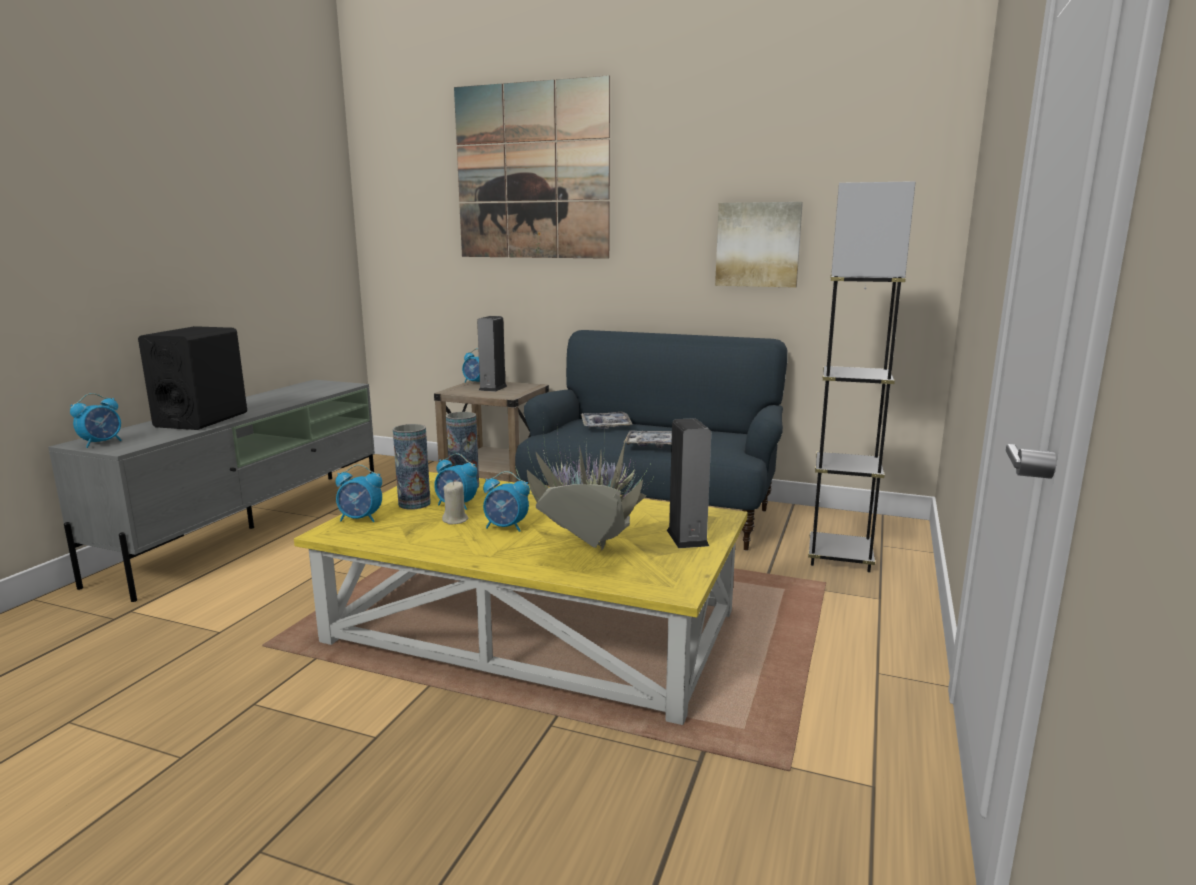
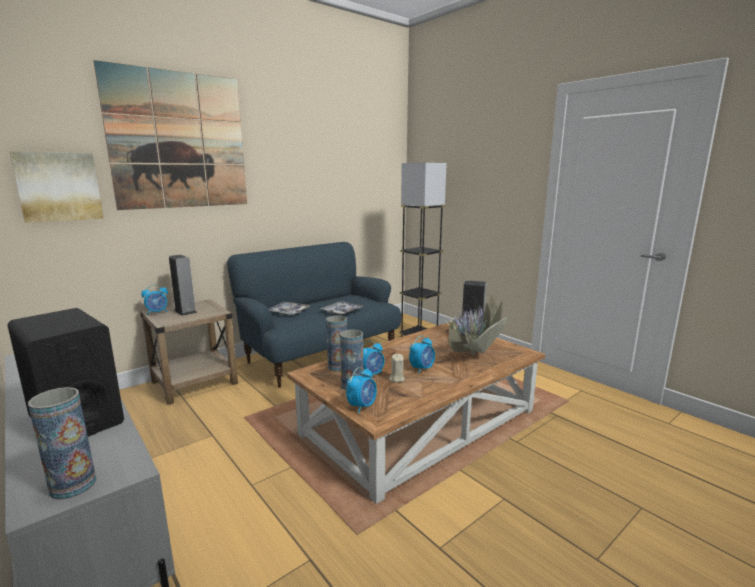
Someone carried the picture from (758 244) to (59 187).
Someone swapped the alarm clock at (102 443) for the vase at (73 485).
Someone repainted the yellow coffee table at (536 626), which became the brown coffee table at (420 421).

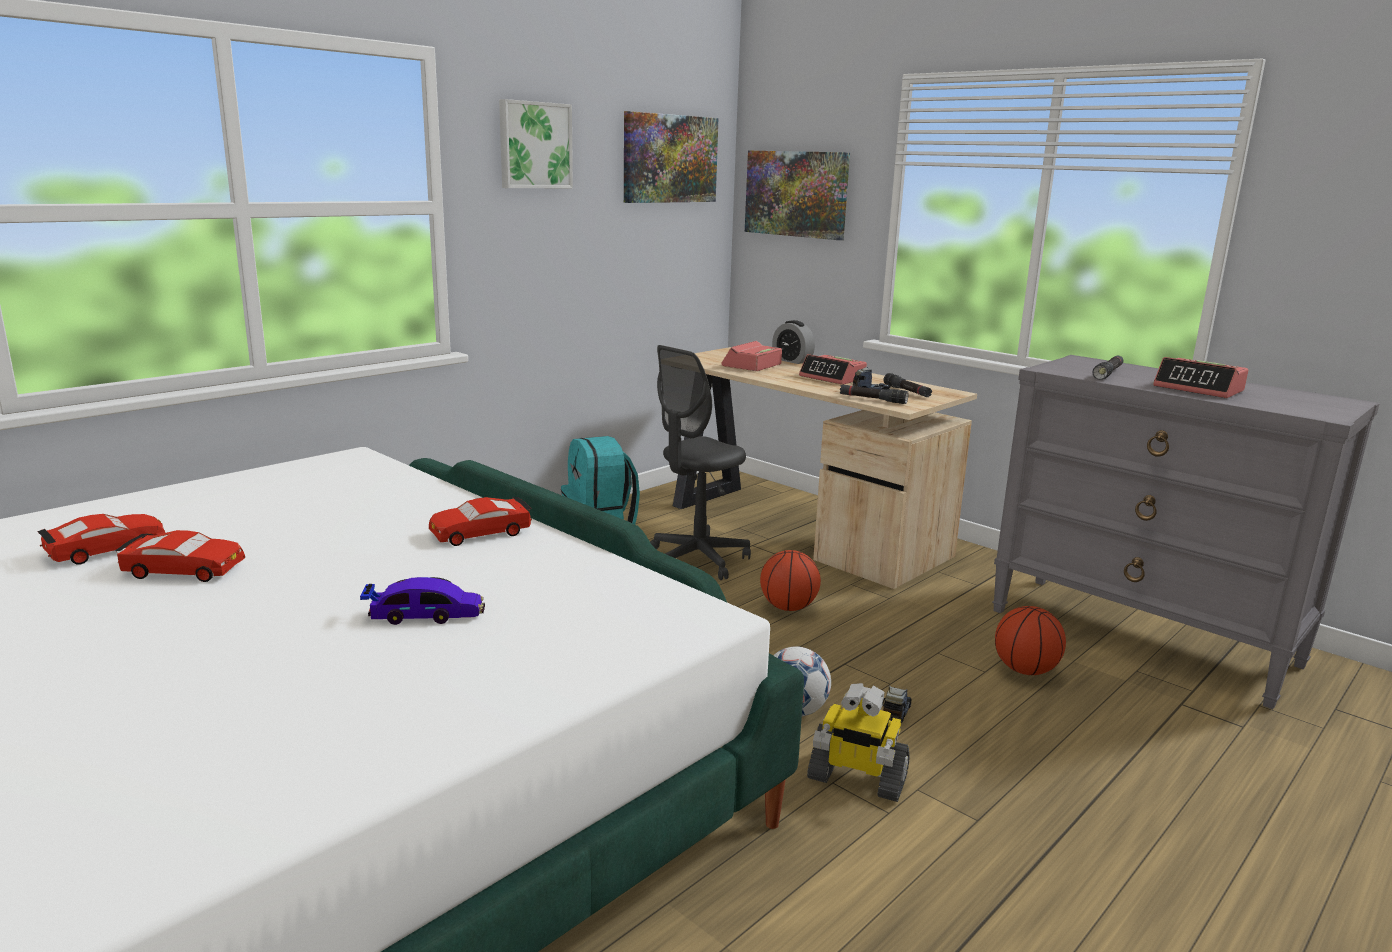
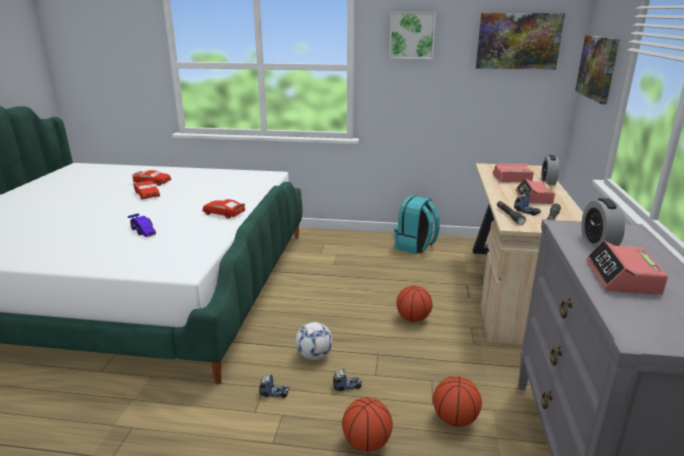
Someone took away the grey office chair at (697 560).
Someone put down the basketball at (366 443).
Someone swapped the toy robot at (856 778) for the toy truck at (274 393).
Someone swapped the black flashlight at (1108 373) for the alarm clock at (598 243).

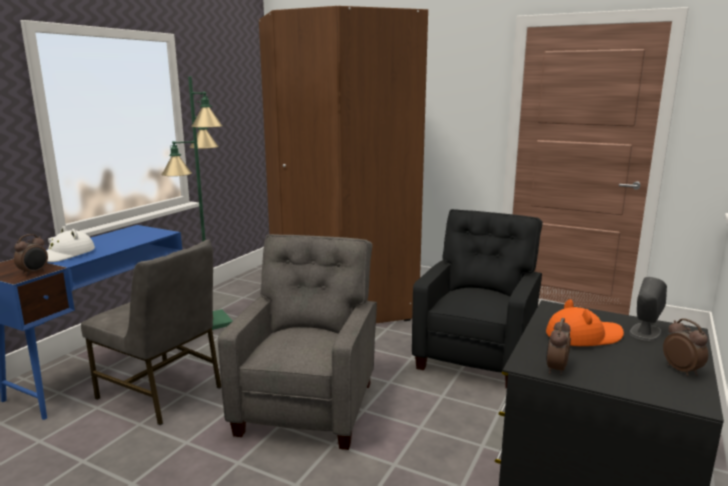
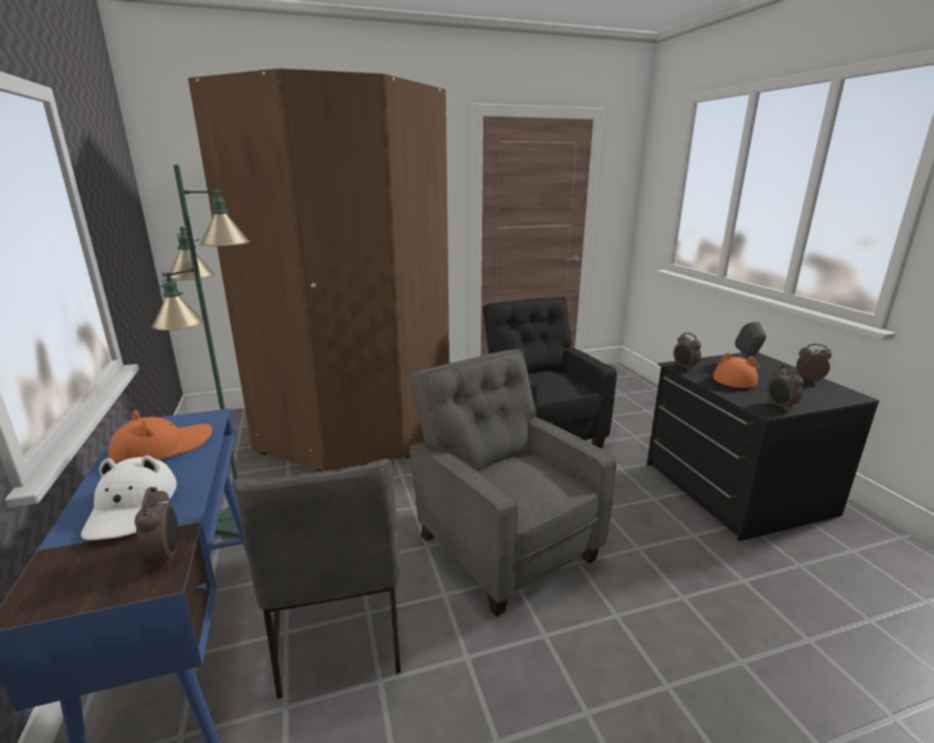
Someone put down the orange hat at (162 448).
Someone put down the alarm clock at (684 368).
Someone rotated the grey chair at (162 392) by 90 degrees clockwise.

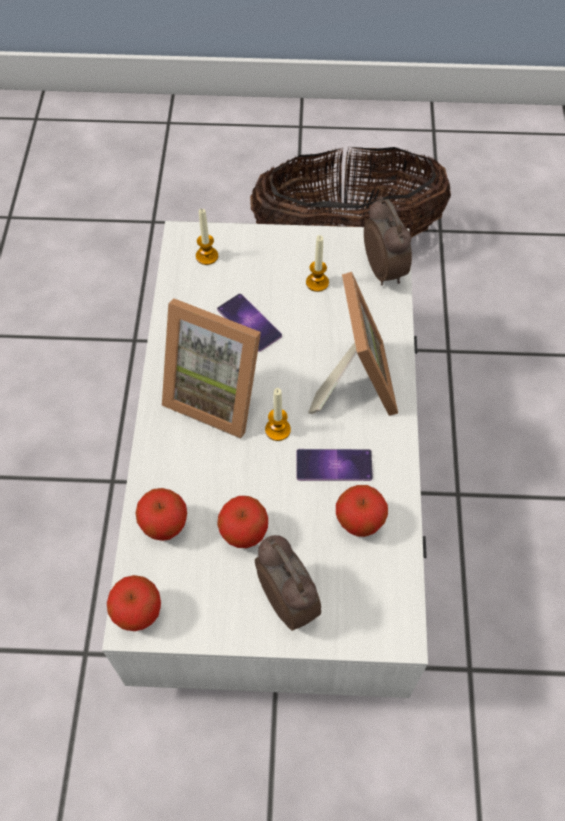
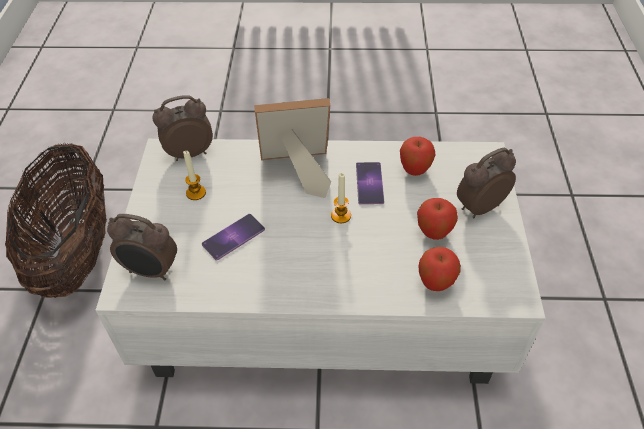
Someone took away the apple at (139 614).
Someone took away the picture frame at (218 394).
Someone swapped the candle at (207 256) for the alarm clock at (151 271).

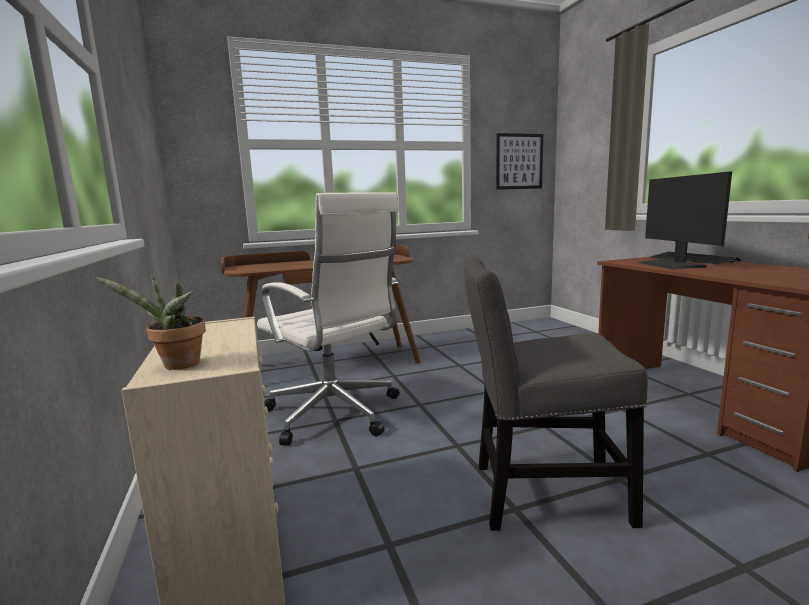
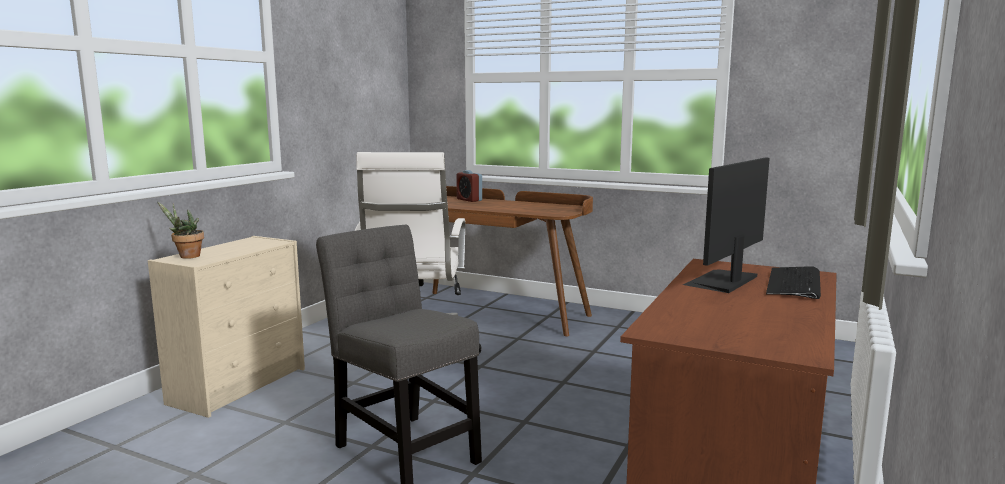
Someone took away the picture at (519 161).
Someone put down the alarm clock at (469 200).

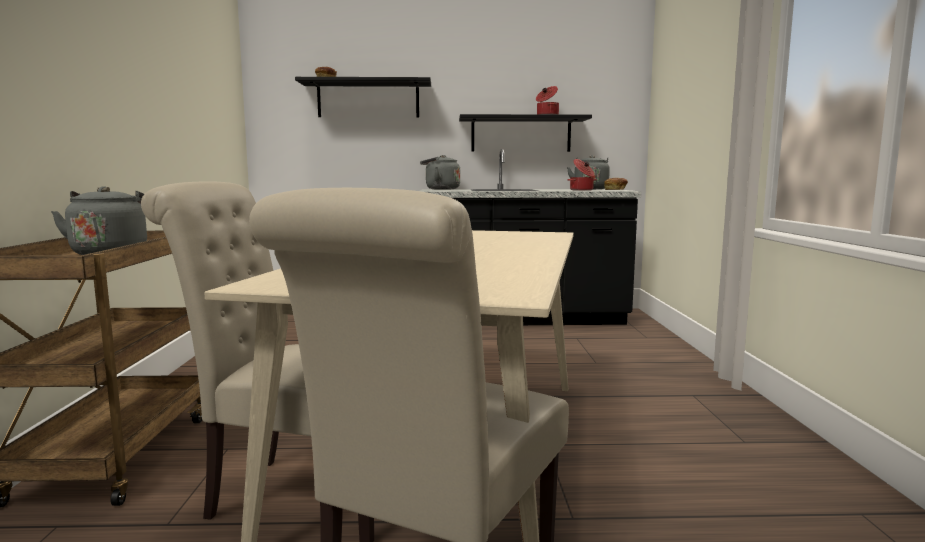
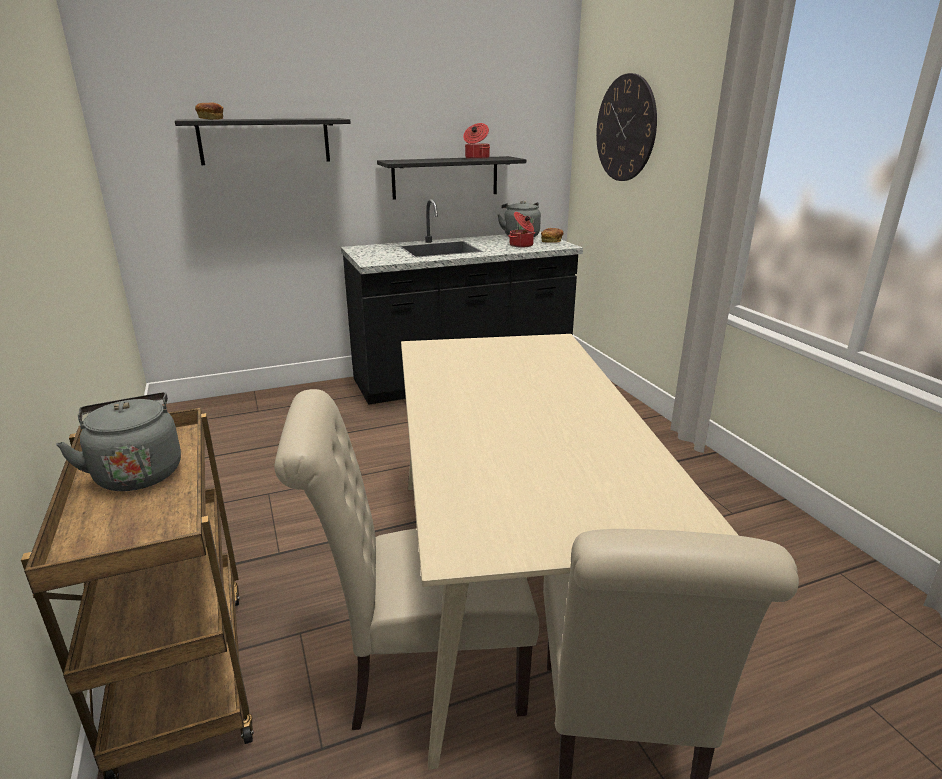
Someone took away the grey kettle at (440 189).
Someone put up the wall clock at (625 128).

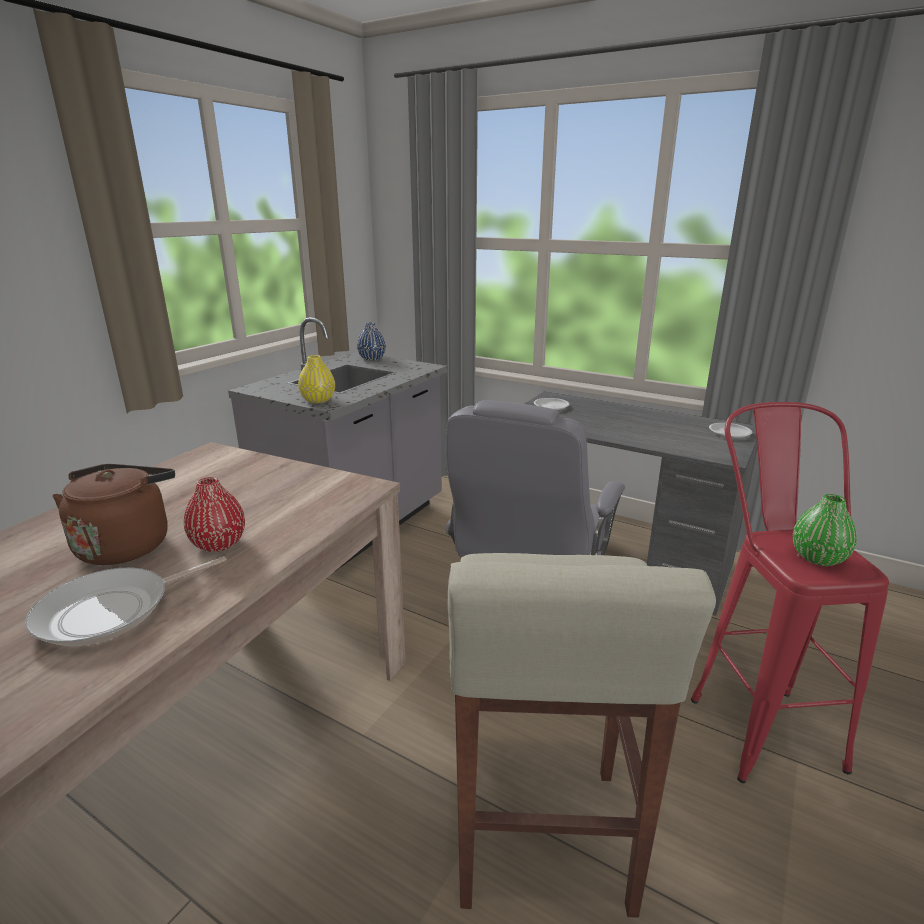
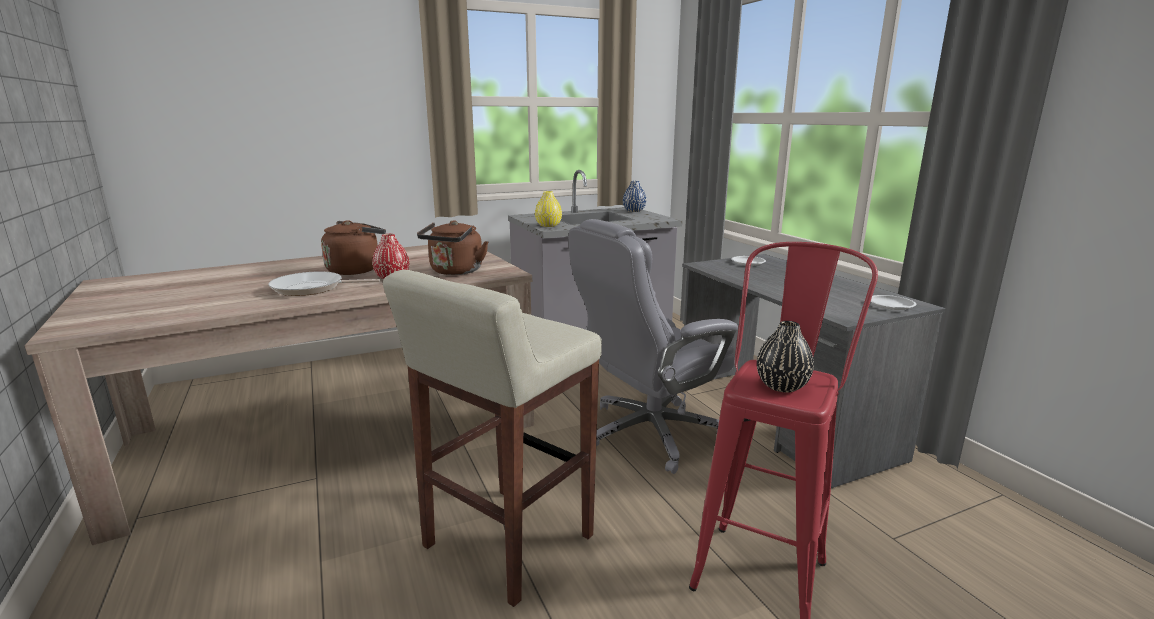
Someone put down the brown kettle at (455 272).
Someone repainted the green vase at (818 558), which became the black vase at (781 386).

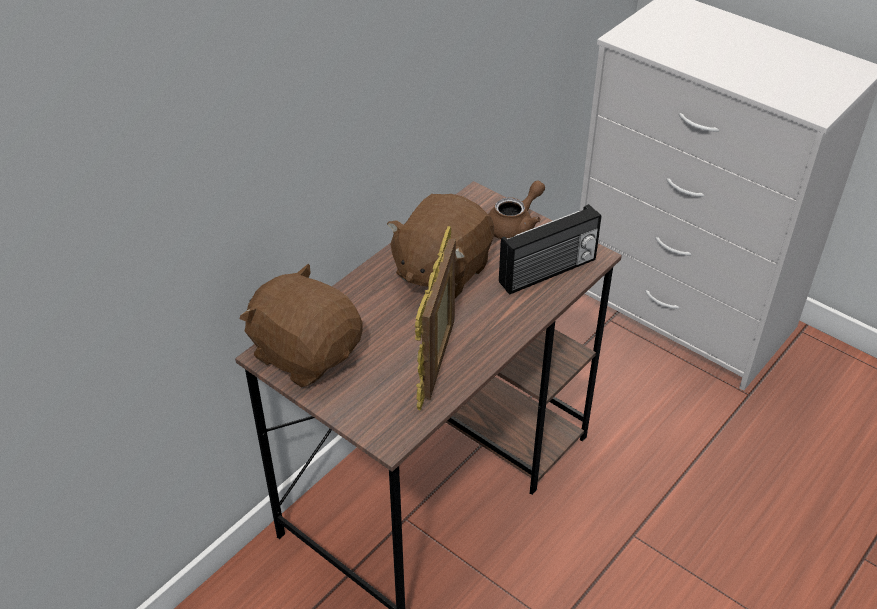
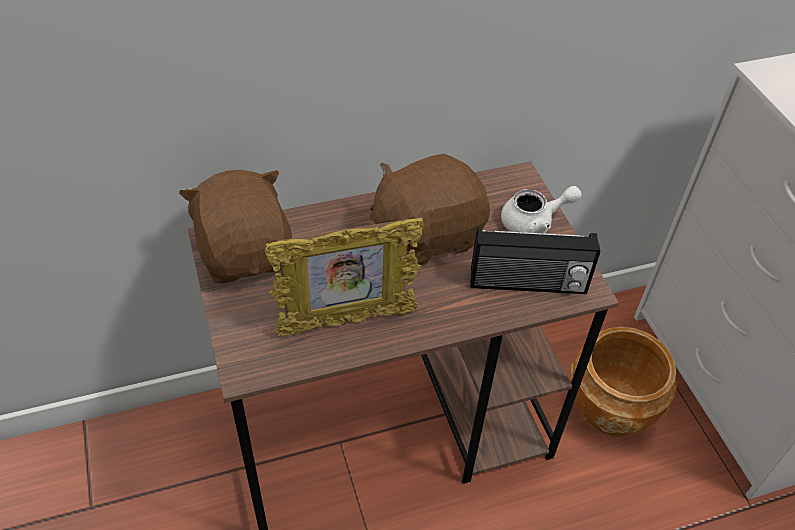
Someone put down the brown planter at (610 407).
Someone repainted the brown teapot at (515 225), which became the white teapot at (534 222).
Someone rotated the picture frame at (437 363) by 150 degrees counterclockwise.

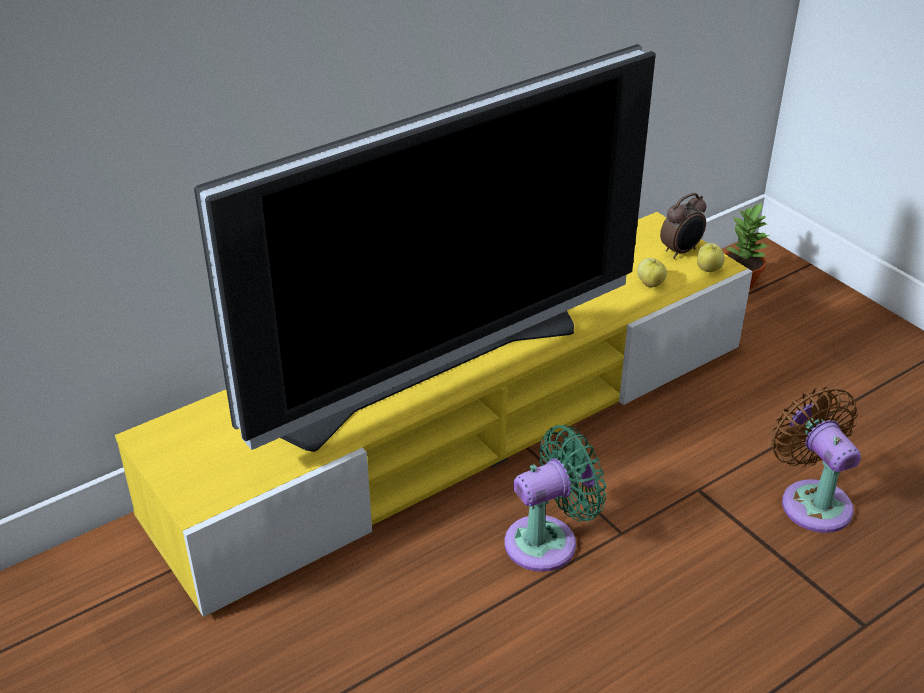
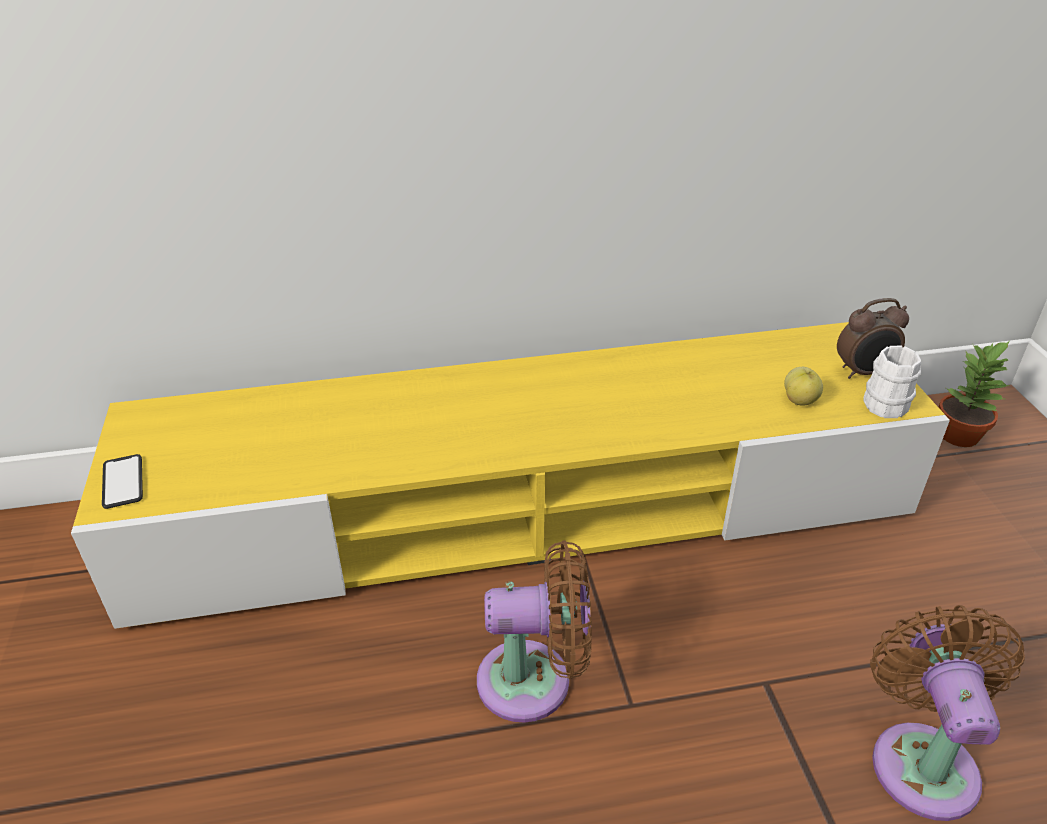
Someone took away the television at (435 372).
Someone put down the phone at (123 482).
Someone swapped the apple at (709 269) for the white mug at (889 402).
Someone repainted the green fan at (548 541), which became the brown fan at (534 681).

